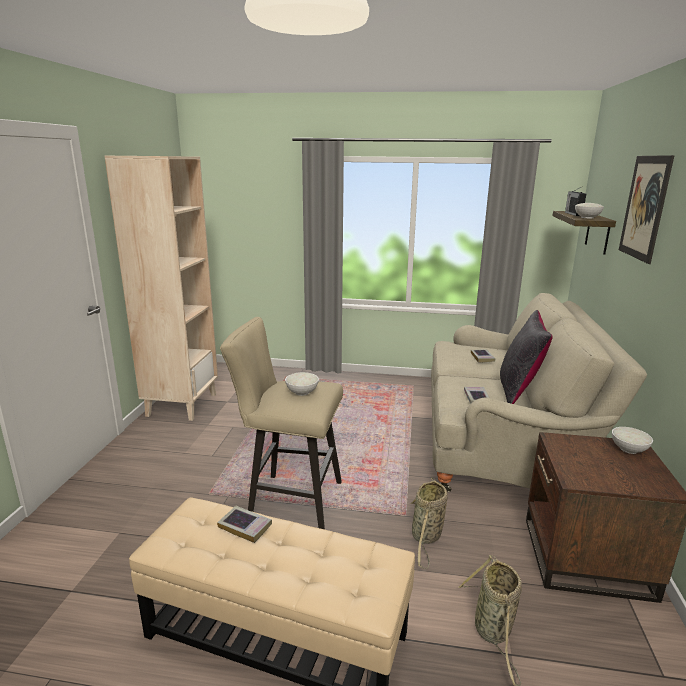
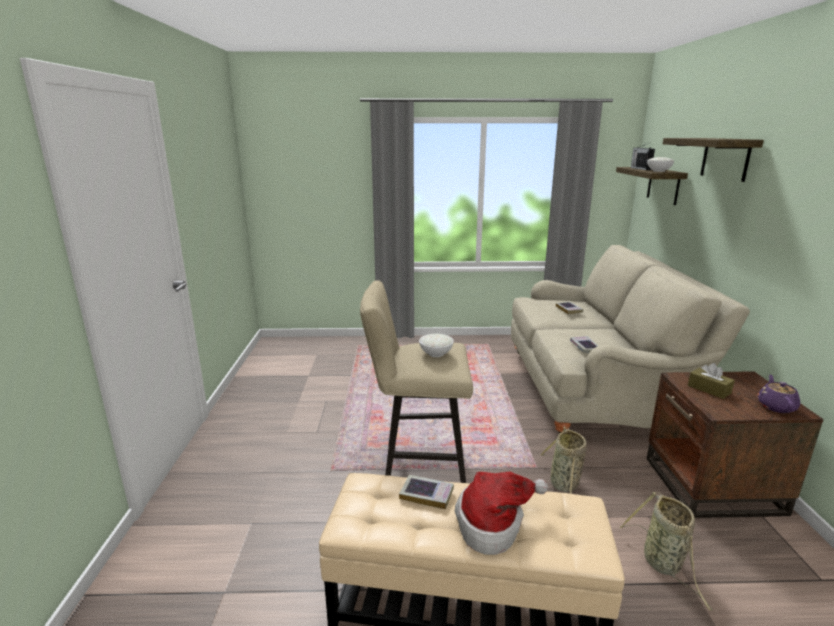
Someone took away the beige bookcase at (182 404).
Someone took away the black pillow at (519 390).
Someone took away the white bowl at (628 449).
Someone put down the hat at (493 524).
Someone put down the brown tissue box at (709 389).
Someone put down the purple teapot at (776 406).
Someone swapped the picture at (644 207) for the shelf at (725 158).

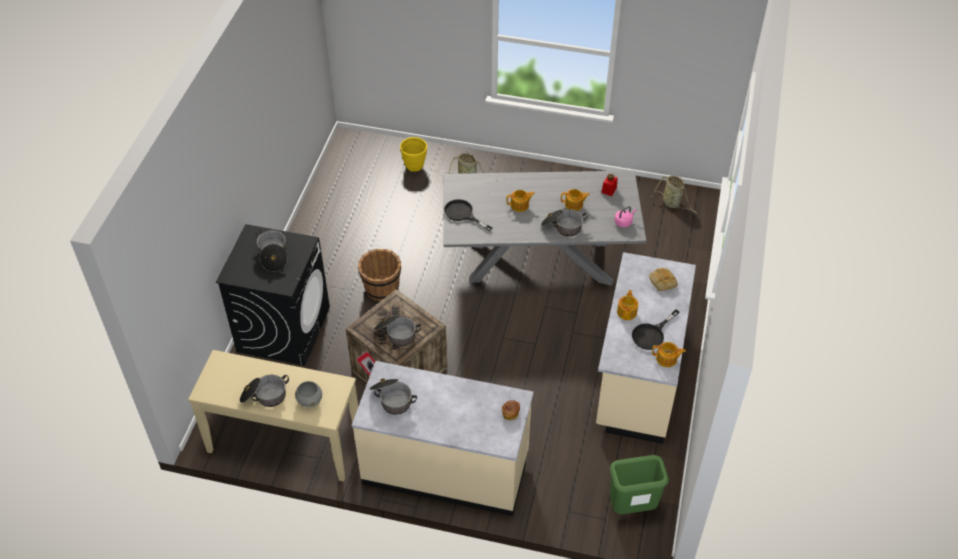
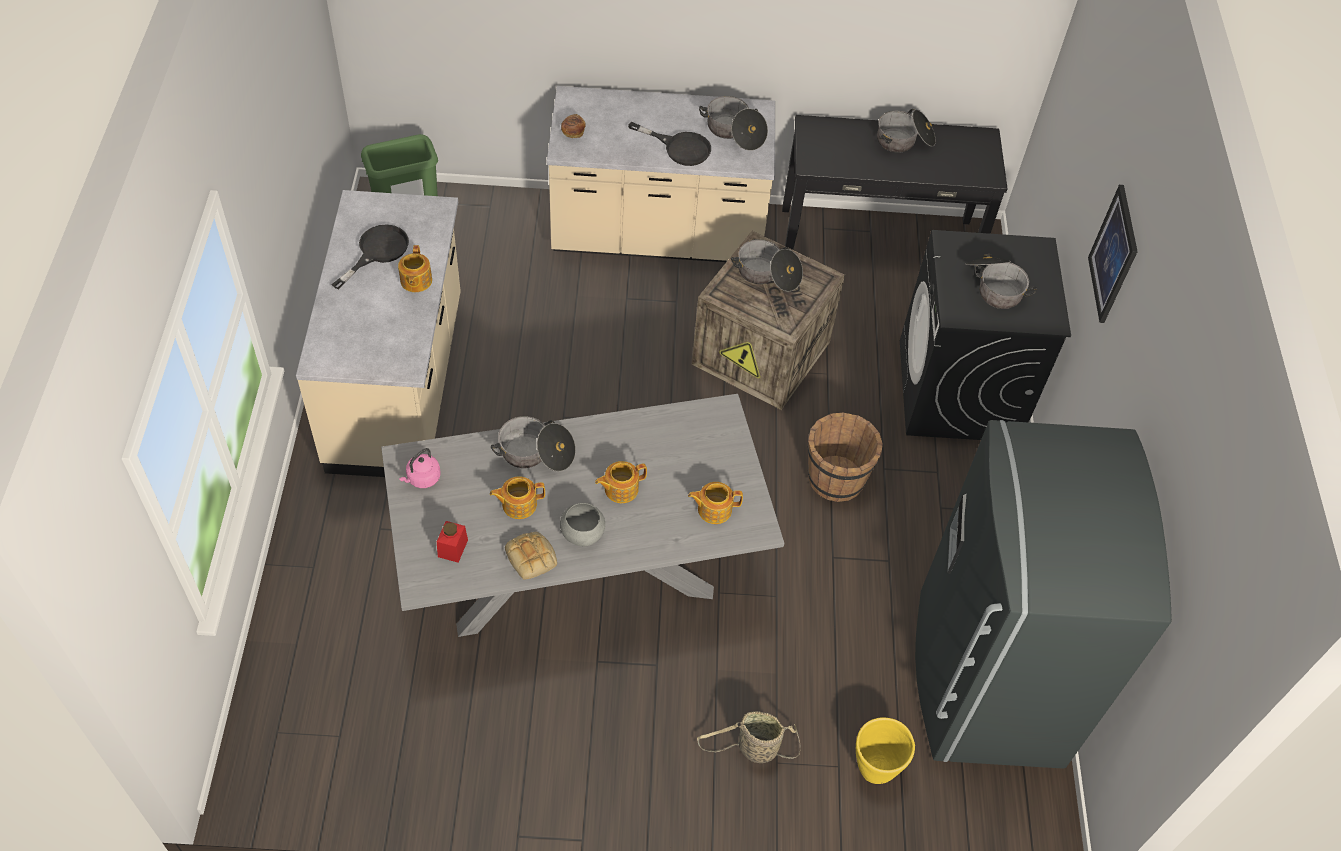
Someone took away the basket at (672 203).
Someone put down the grey fridge at (984 677).
Someone put up the picture at (1113 254).
Someone carried the grey bowl from (310 400) to (582 534).
Someone carried the black frying pan from (462 214) to (680 147).
Someone carried the bread from (662 281) to (532 558).
Someone carried the teapot from (667 359) to (713 509).
Someone repainted the beige console table at (284 442), which became the black console table at (877 241).

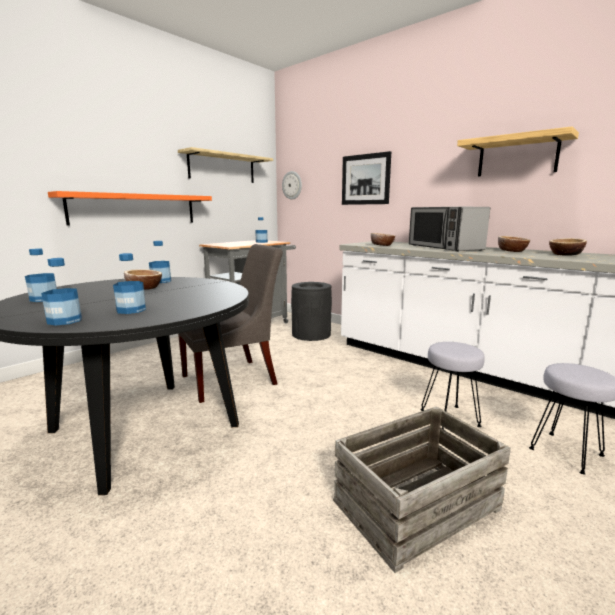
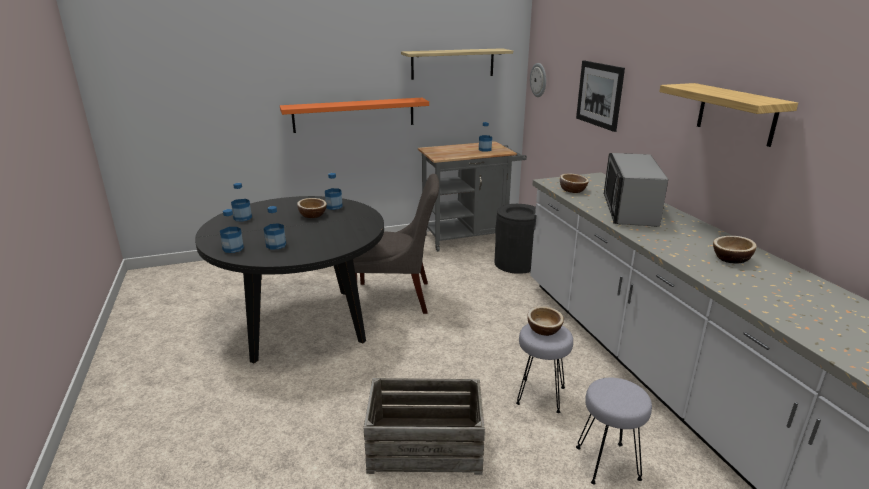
Someone carried the bowl from (512 251) to (544 329).

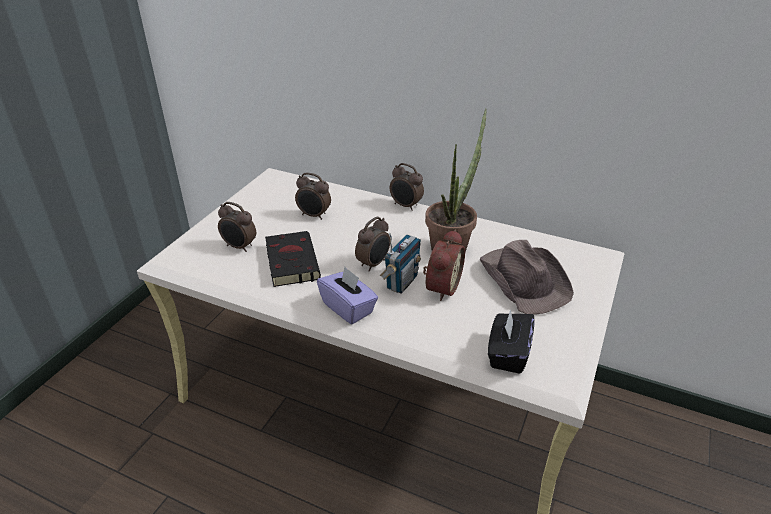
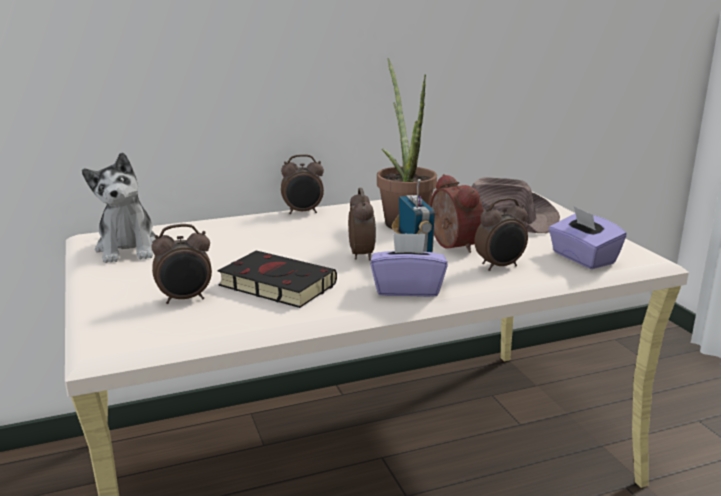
Someone put down the plush toy at (128 248).
Someone carried the alarm clock from (314 215) to (500 266).
Someone repainted the black tissue box at (508 354), which became the purple tissue box at (582 258).

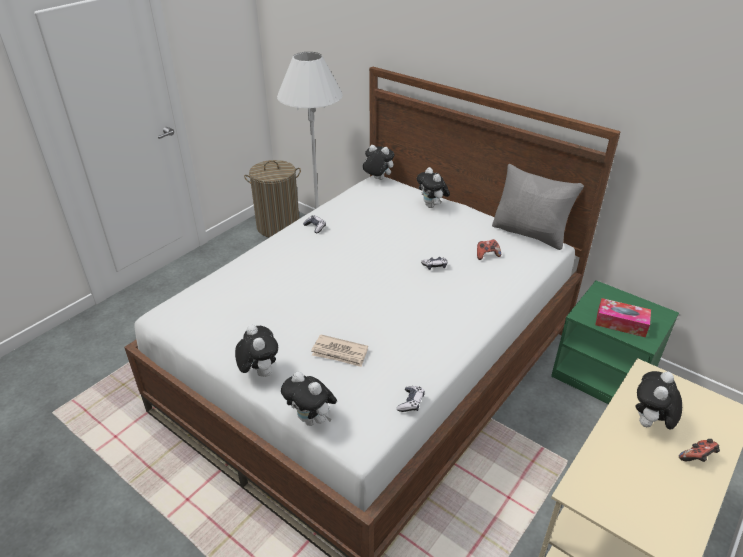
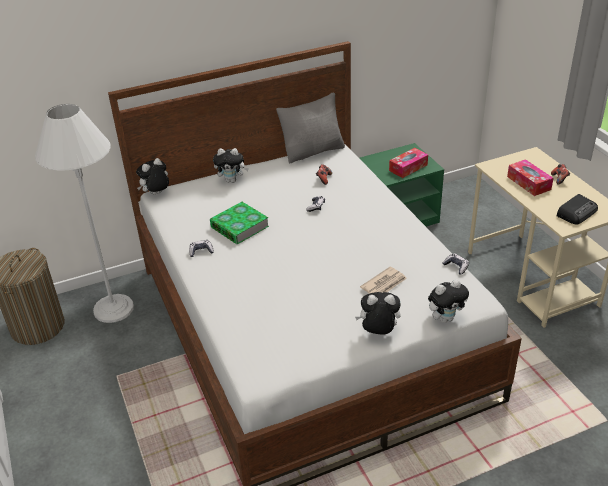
Someone put down the book at (239 227).
Someone put down the radio at (577 212).
Someone swapped the plush toy at (649 424) for the tissue box at (528 183).

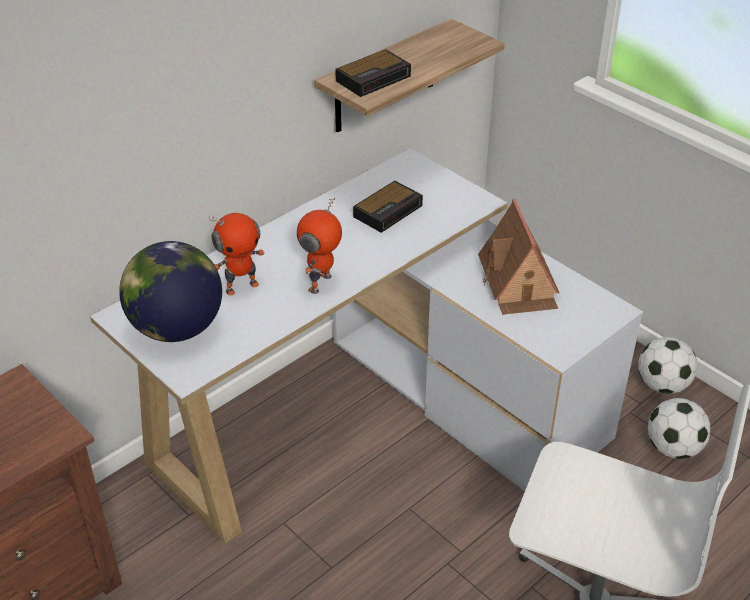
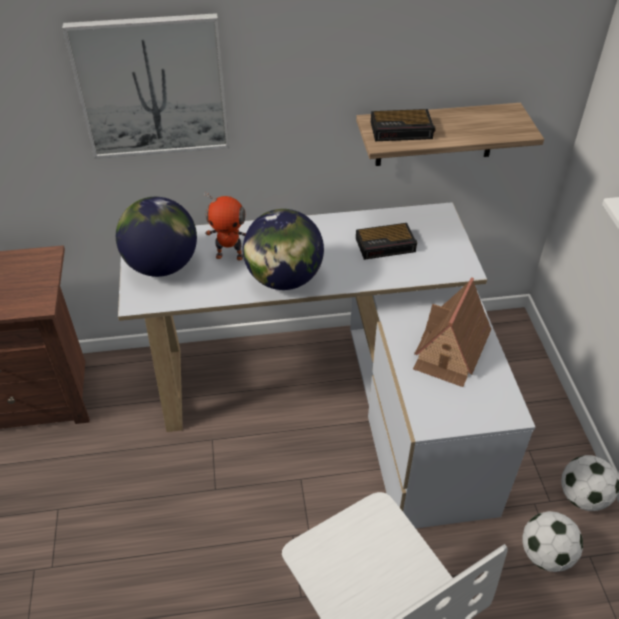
Someone put up the picture at (152 87).
Someone swapped the toy robot at (321 284) for the globe at (284 279).

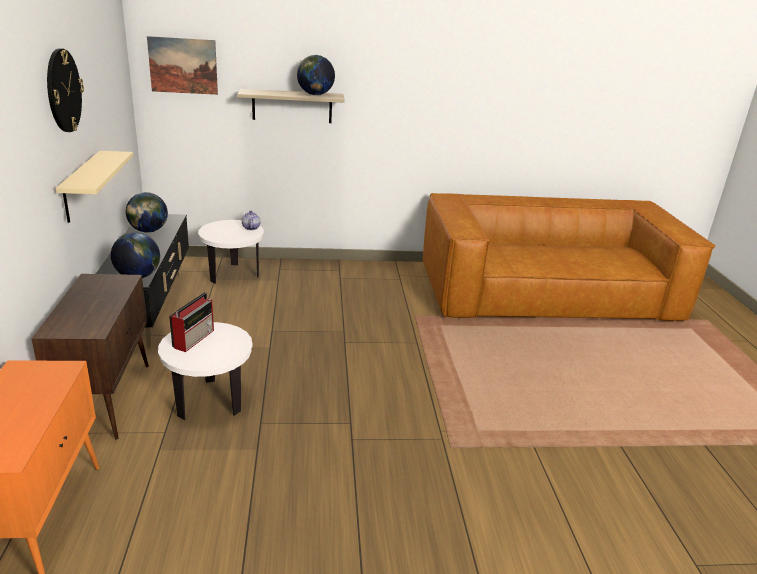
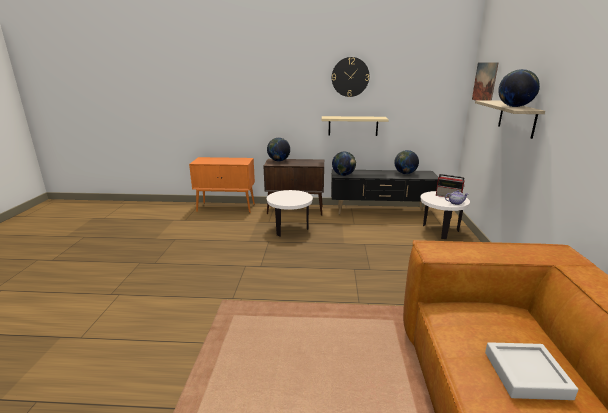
Someone put down the globe at (278 161).
Someone put down the grey tray at (526 374).
Someone carried the radio from (194 338) to (449 196).

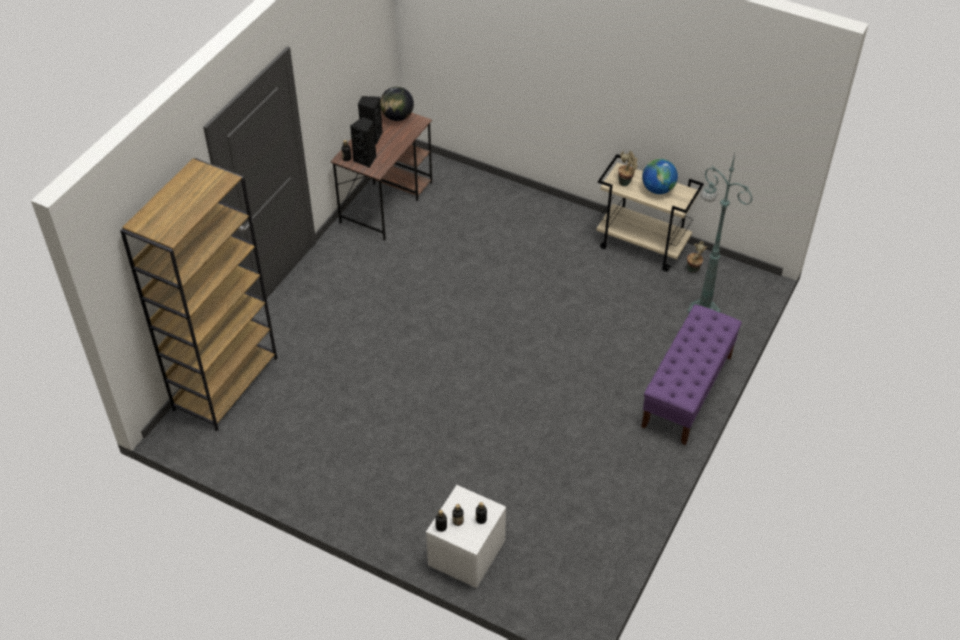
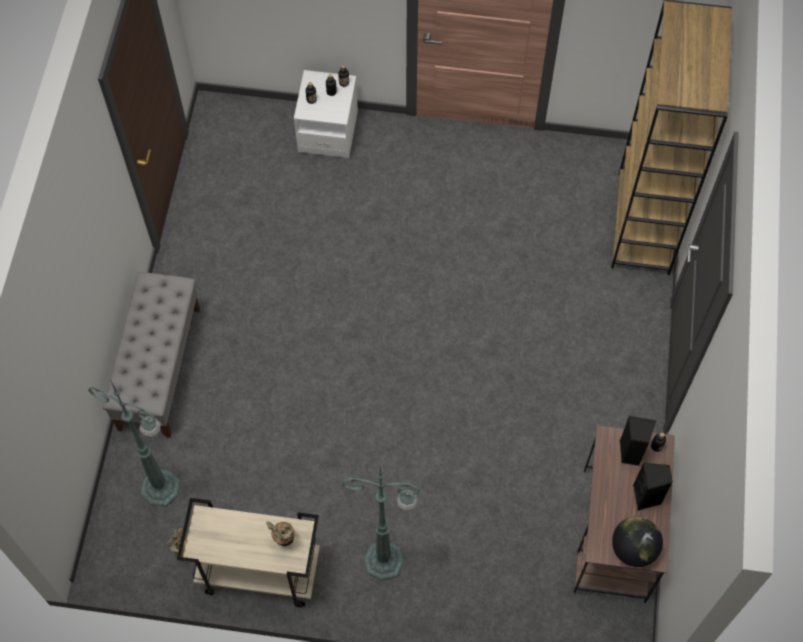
Someone took away the globe at (658 189).
Someone put down the green floor lamp at (386 561).
Someone repainted the purple bench at (687 391), which became the grey bench at (159 368).

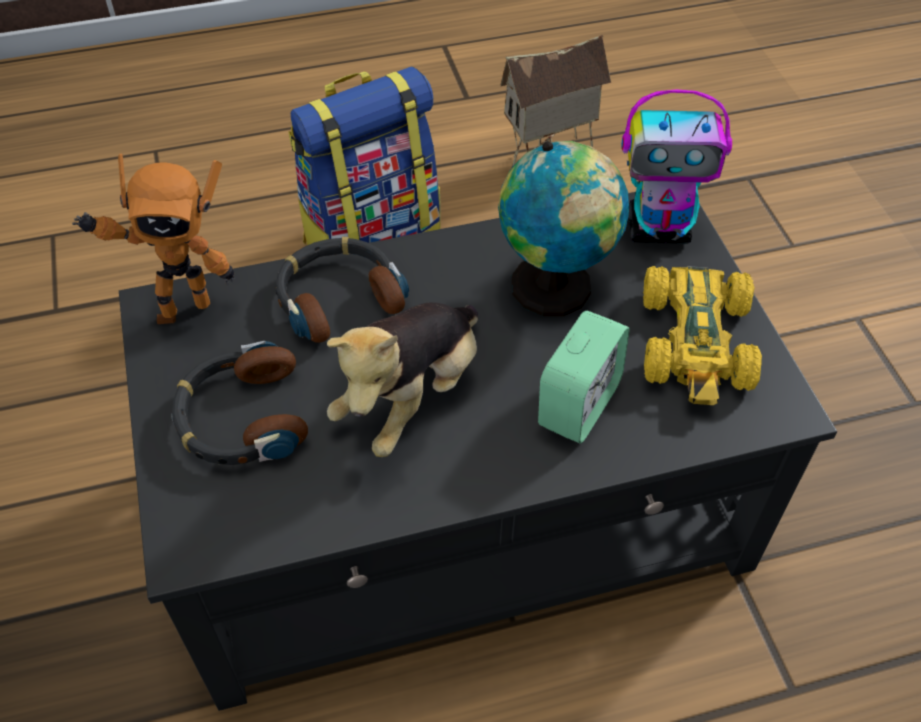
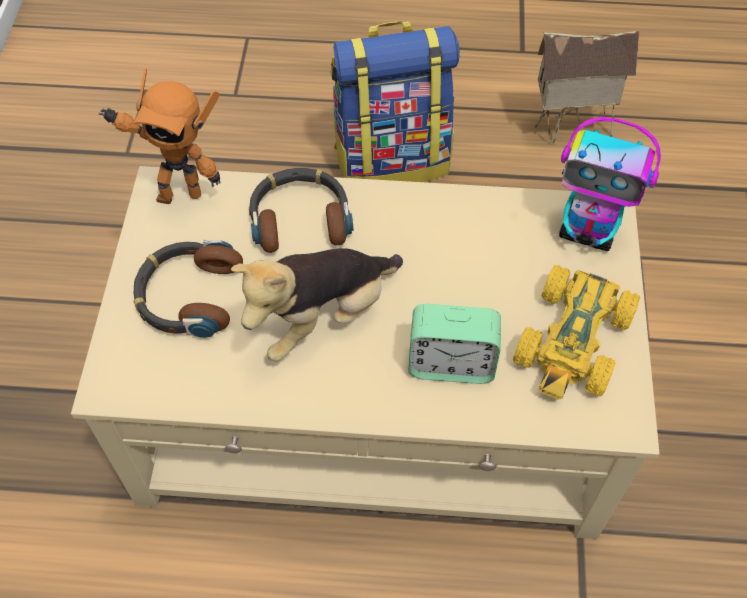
Someone took away the globe at (556 289).
Someone repainted the black coffee table at (461 508), which became the beige coffee table at (376 408).
Someone rotated the alarm clock at (578 404) by 45 degrees clockwise.

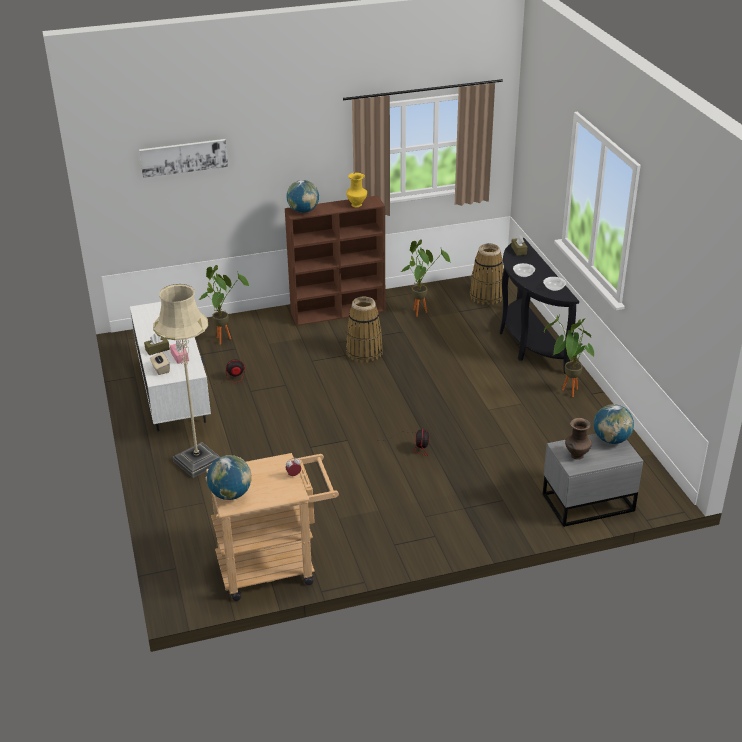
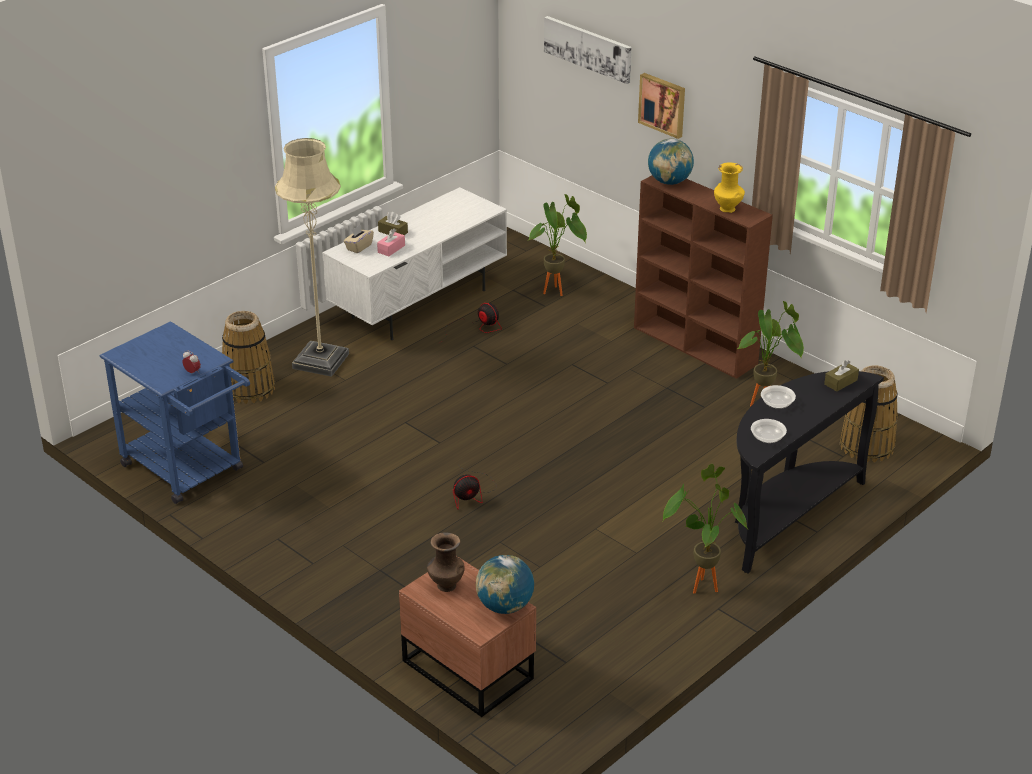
Someone took away the globe at (230 494).
Someone put up the picture at (663 104).
Someone carried the basket from (364 352) to (249 389).
Someone repainted the beige cart at (275 566), which became the blue cart at (189 471).
Someone repainted the grey nightstand at (586 502), which became the brown nightstand at (468 667).

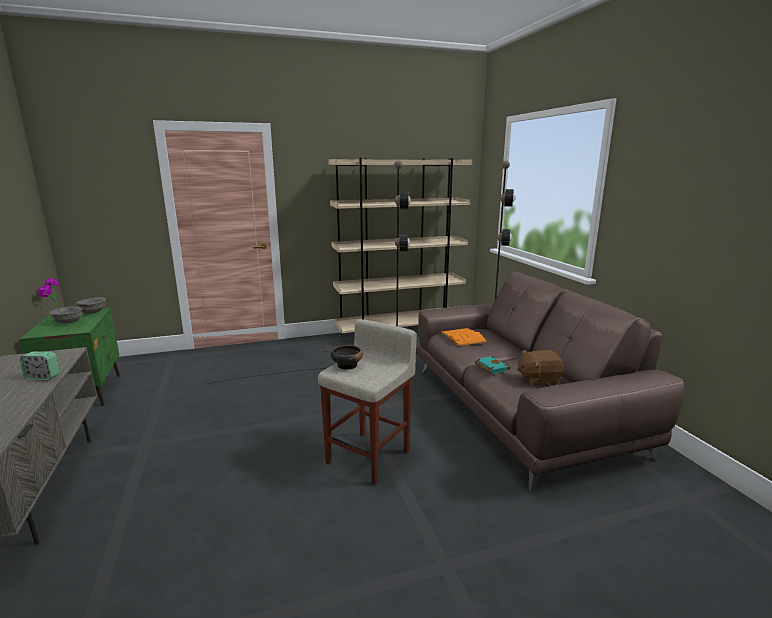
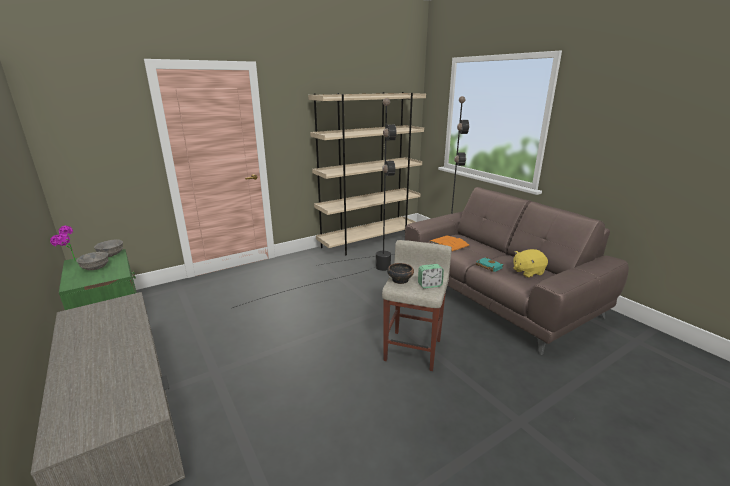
Someone carried the alarm clock from (43 377) to (429 285).
Someone repainted the brown plush toy at (538 379), which became the yellow plush toy at (527 272).

